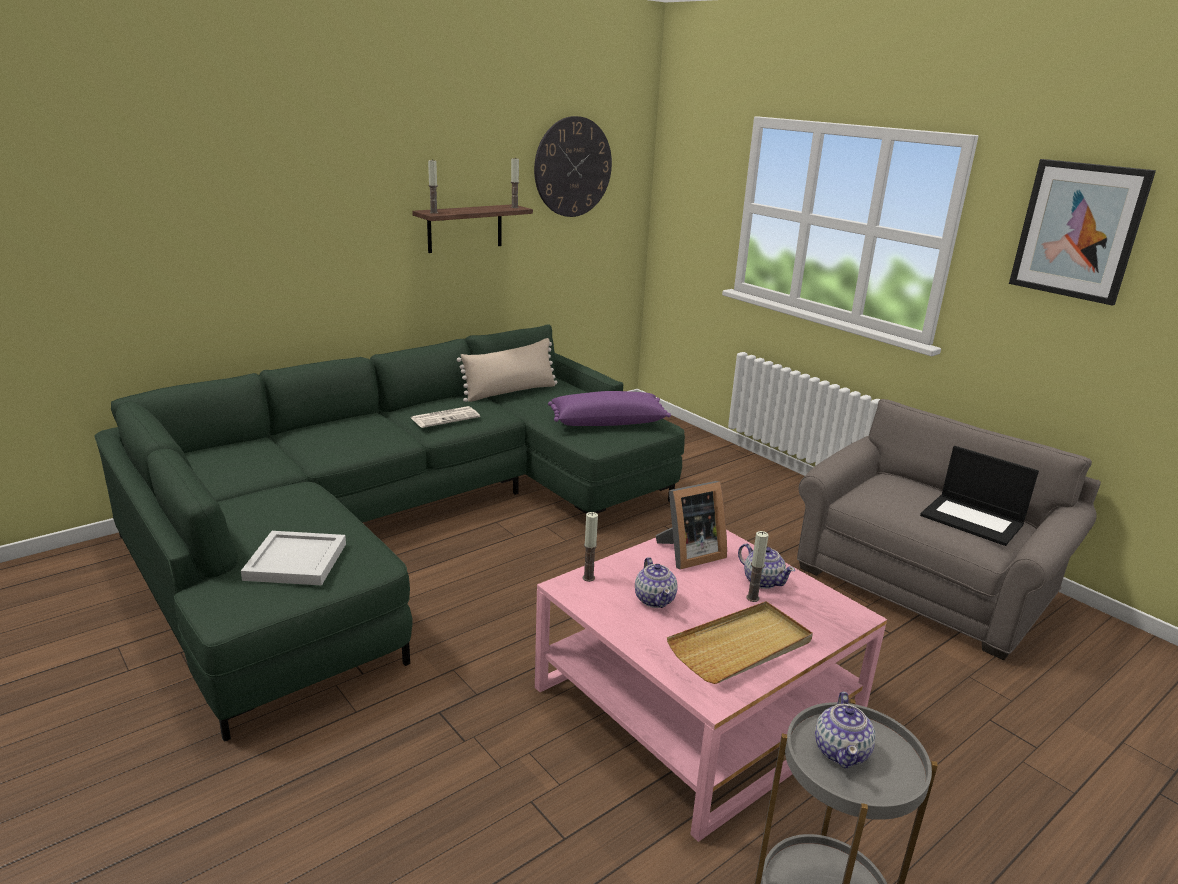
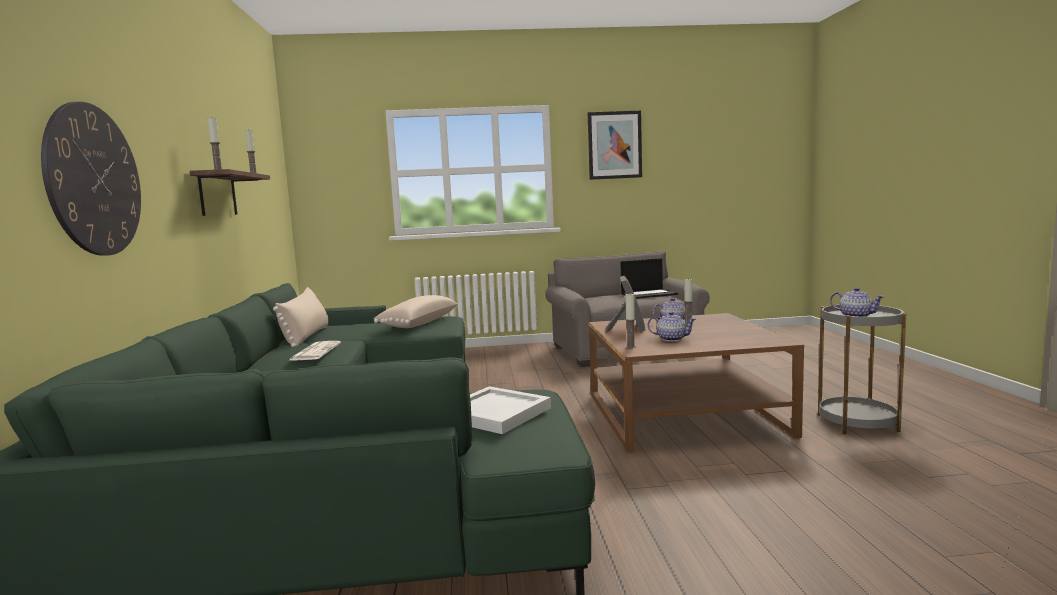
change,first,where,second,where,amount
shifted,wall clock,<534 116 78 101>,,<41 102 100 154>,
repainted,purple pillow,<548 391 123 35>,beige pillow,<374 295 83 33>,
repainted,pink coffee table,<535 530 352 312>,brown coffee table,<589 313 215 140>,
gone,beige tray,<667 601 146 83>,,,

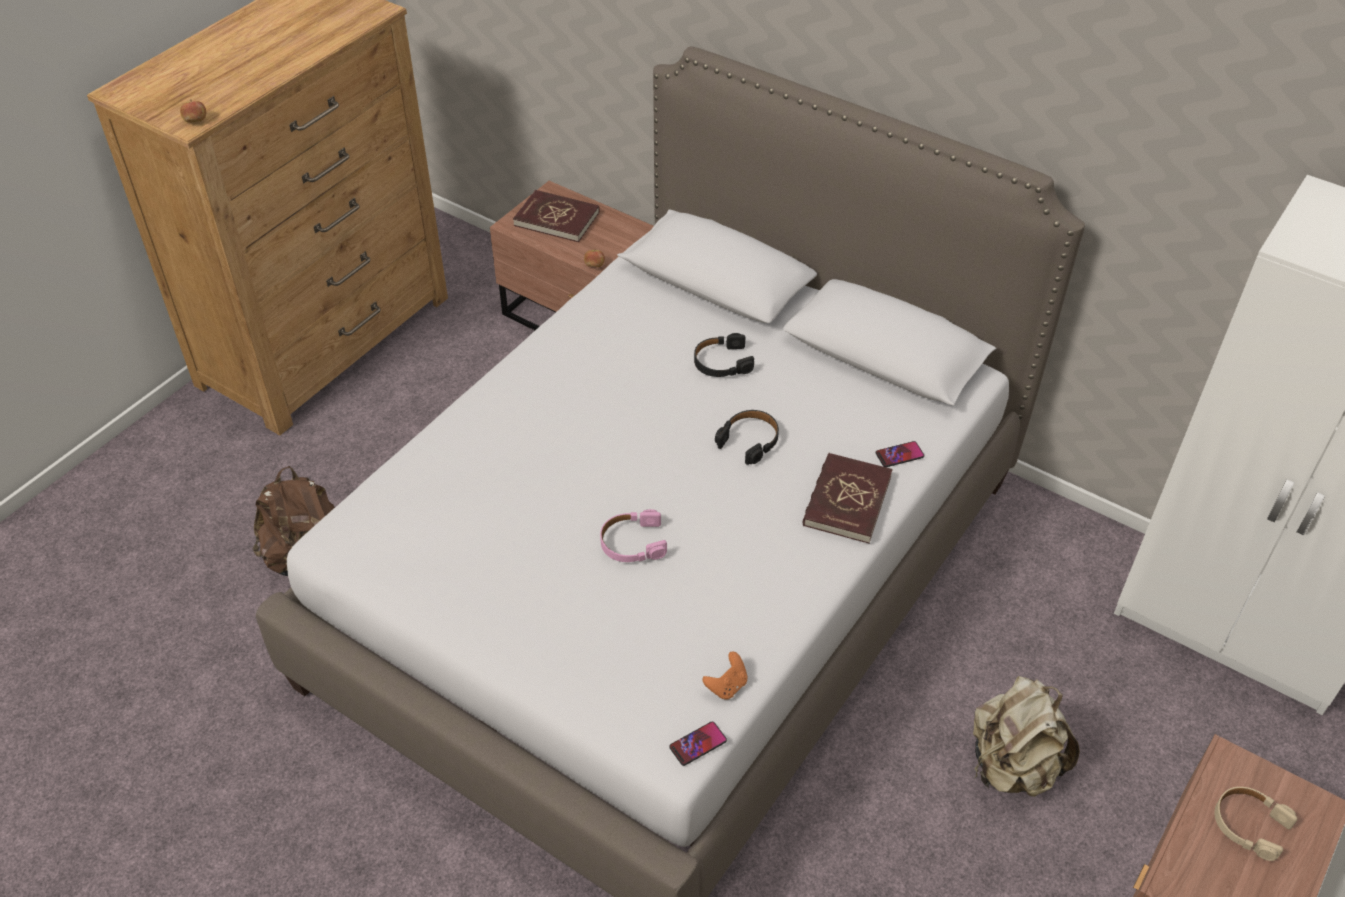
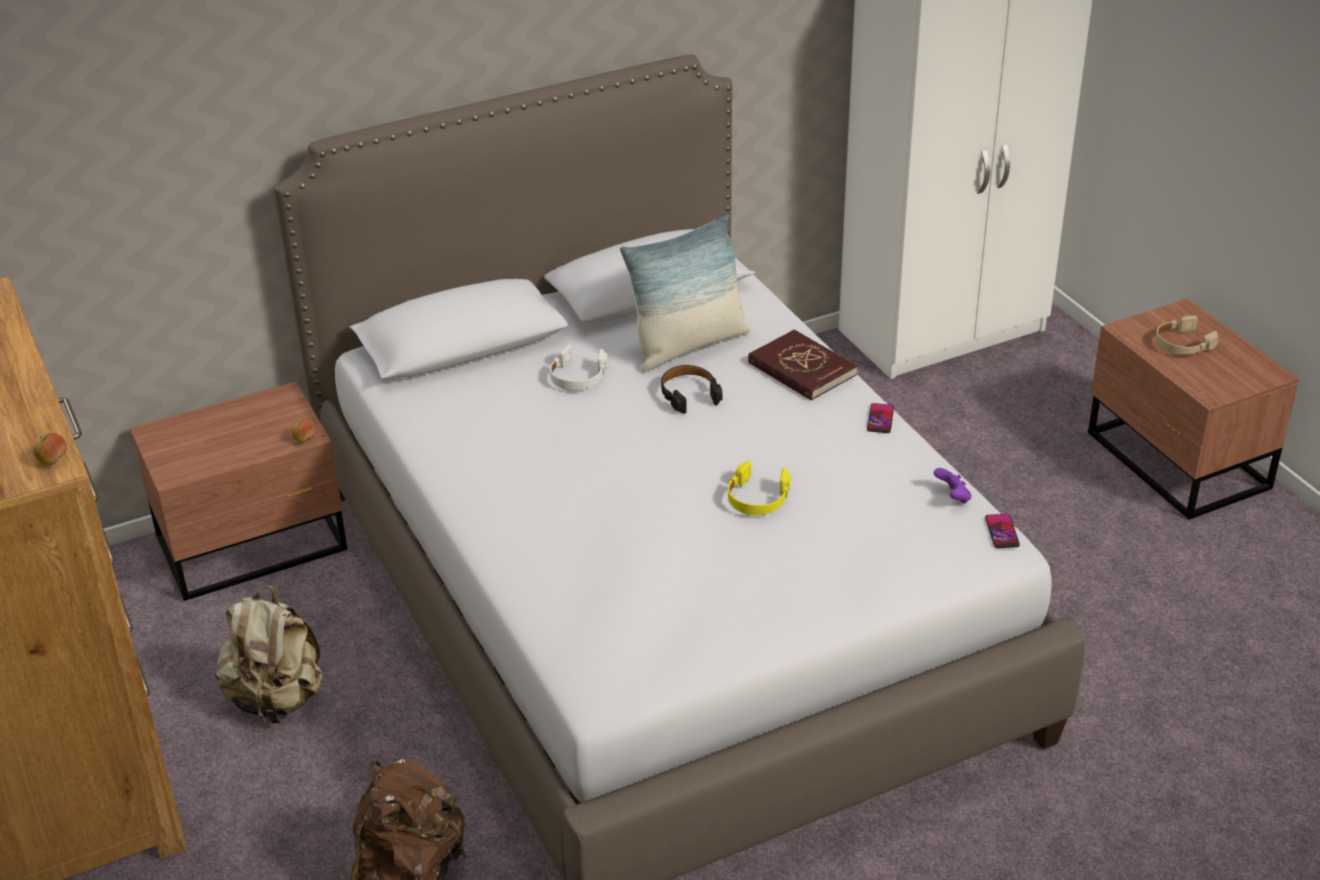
change,first,where,second,where,amount
shifted,beige backpack,<973 676 107 121>,,<215 586 108 138>,
repainted,black headphones,<694 333 60 44>,white headphones,<550 344 58 47>,
new,,,pillow,<620 214 131 158>,
repainted,pink headphones,<600 509 67 53>,yellow headphones,<728 461 63 54>,
shifted,phone,<876 441 48 26>,,<867 403 27 30>,
repainted,orange game controller,<702 651 46 49>,purple game controller,<934 468 38 36>,
gone,red book,<513 190 87 52>,,,

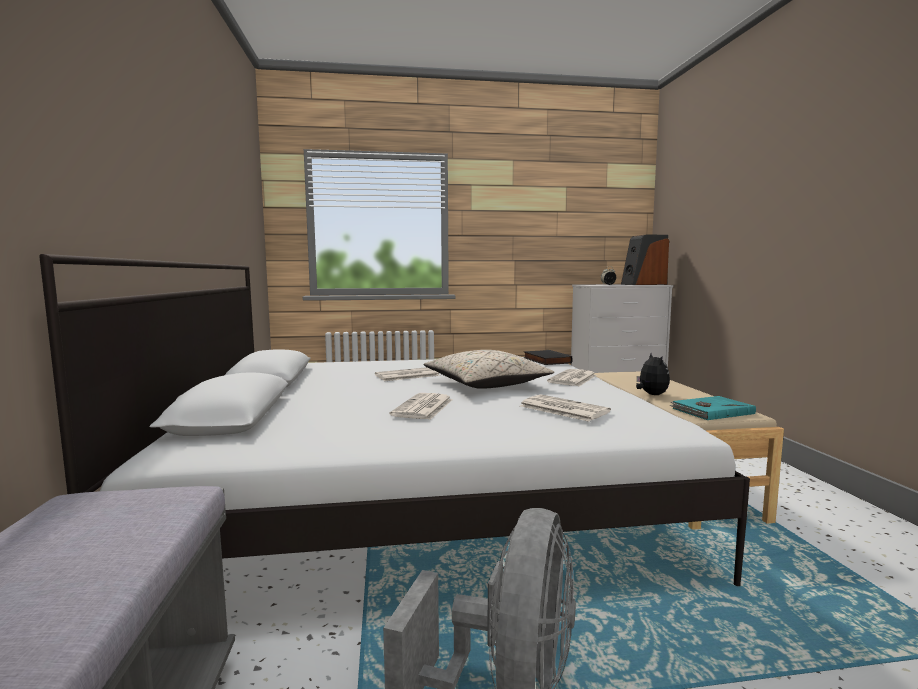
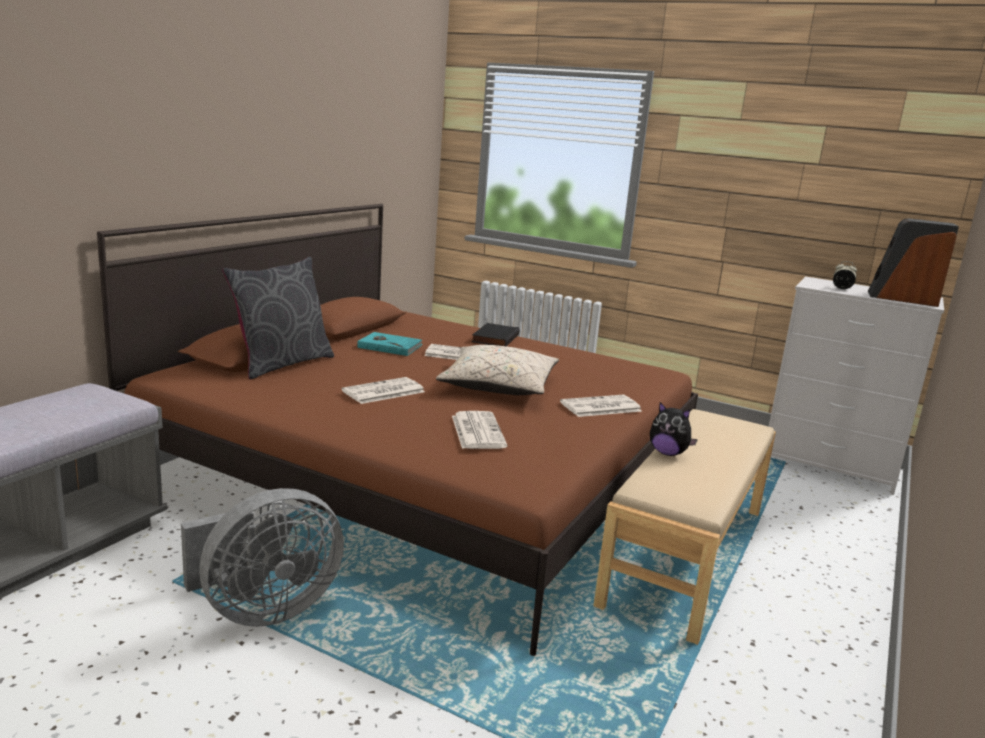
change,first,where,second,where,amount
repainted,white bed,<39 254 711 332>,brown bed,<97 204 601 452>,
new,,,grey pillow,<222 257 112 122>,
shifted,turquoise book,<669 396 87 24>,,<357 332 65 24>,
shifted,black book,<523 350 50 15>,,<471 323 48 23>,
rotated,plush toy,<636 353 34 42>,,<650 402 48 54>,90 degrees clockwise

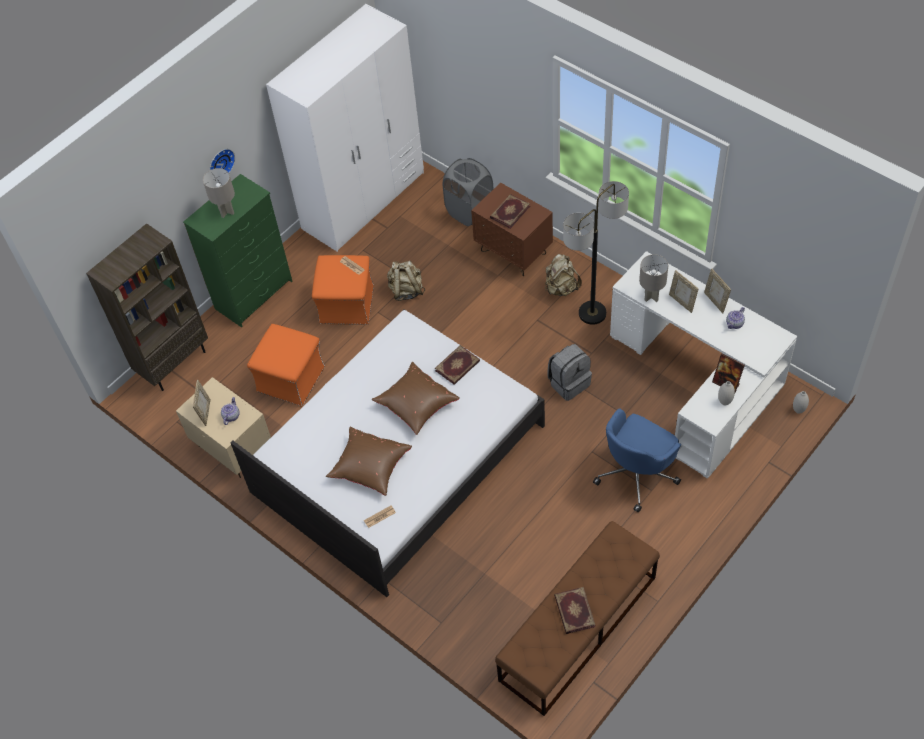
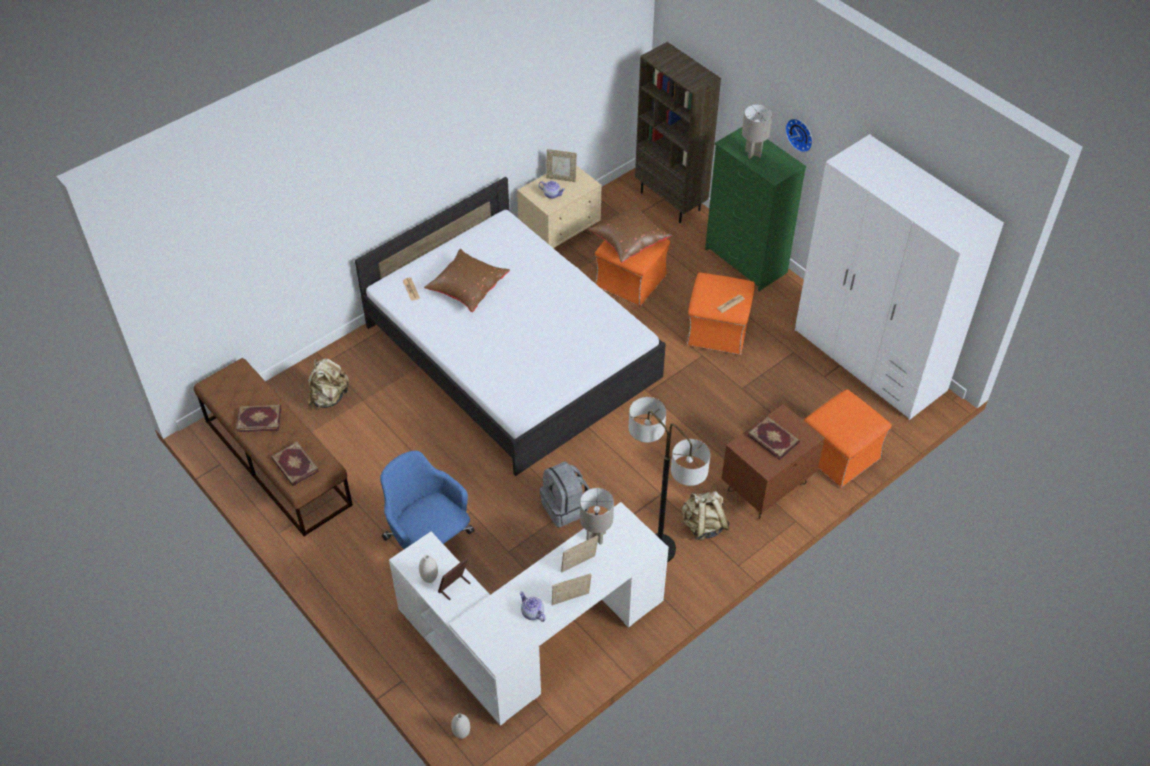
change,first,where,second,where,amount
shifted,book,<435 345 45 40>,,<271 441 48 45>,
shifted,beige backpack,<387 261 38 40>,,<307 358 42 52>,
shifted,brown pillow,<372 362 88 73>,,<588 204 85 59>,
swapped,grey laundry basket,<443 158 51 68>,orange ottoman,<804 389 88 99>,

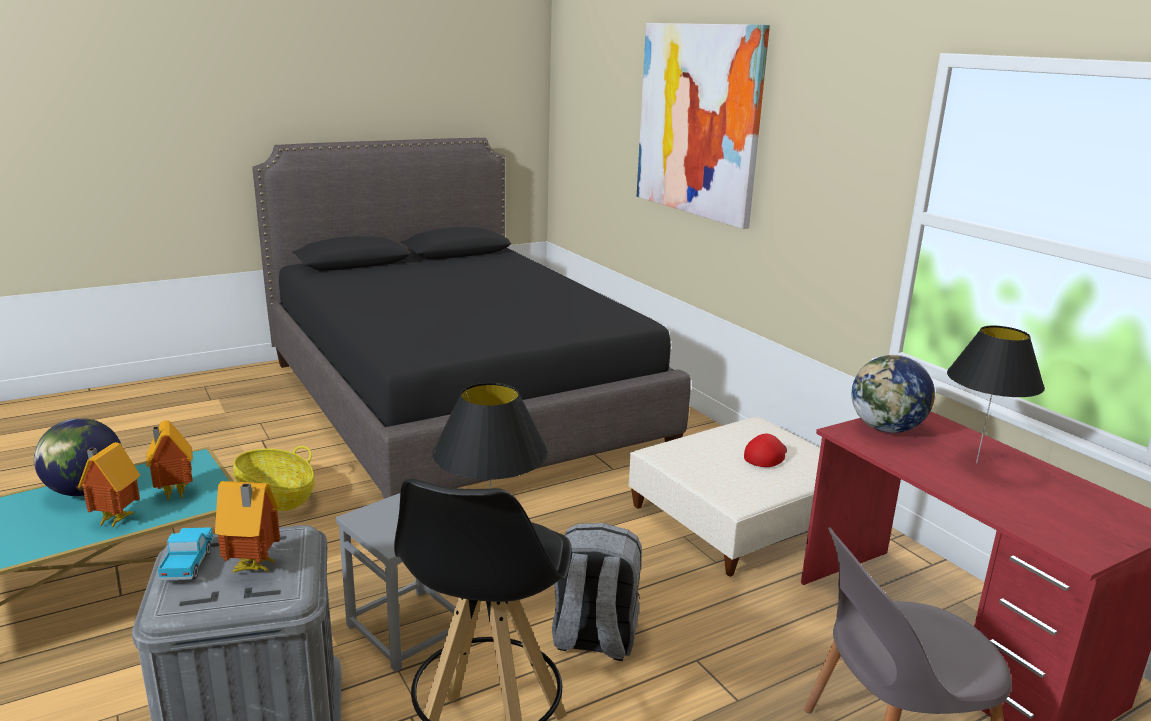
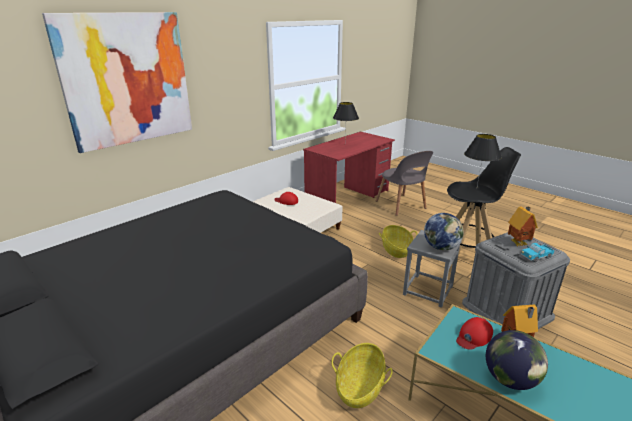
change,first,where,second,where,amount
swapped,grey backpack,<552 523 90 138>,basket,<379 225 39 33>,
shifted,globe,<852 355 83 78>,,<424 213 40 38>,
swapped,toy house,<146 420 47 80>,red cap,<456 317 37 33>,

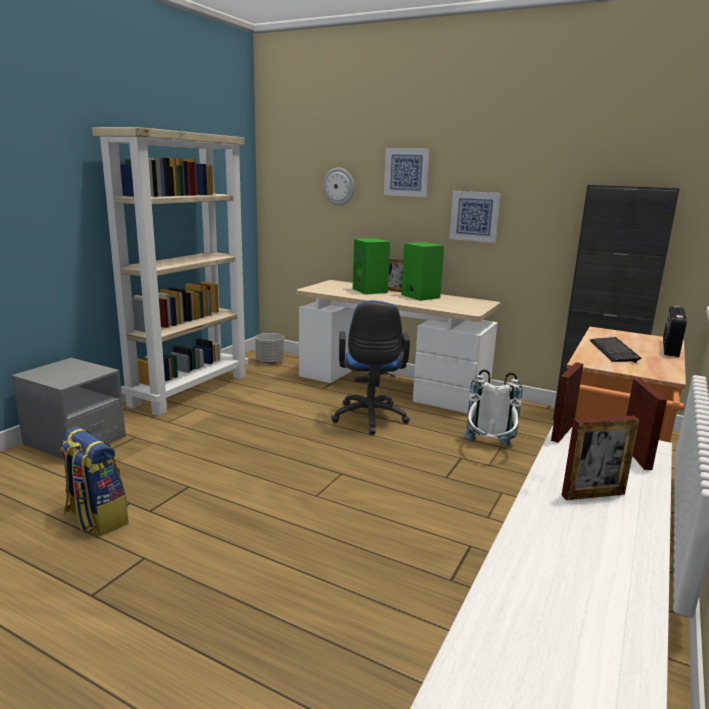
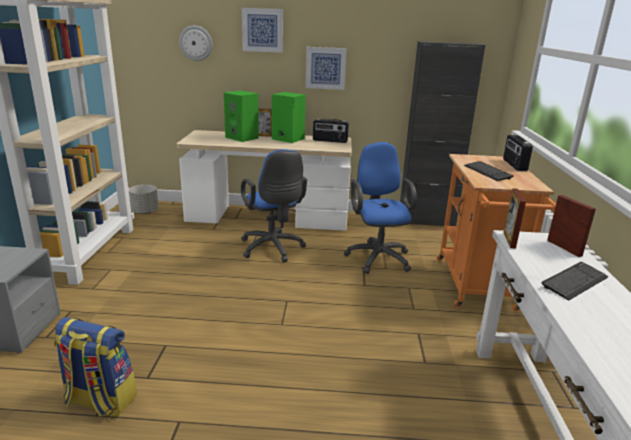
change,first,where,second,where,amount
new,,,radio,<313 119 36 24>,
swapped,white backpack,<463 369 60 78>,blue office chair,<344 142 73 132>,
swapped,picture frame,<562 415 78 85>,keyboard,<542 262 66 39>,

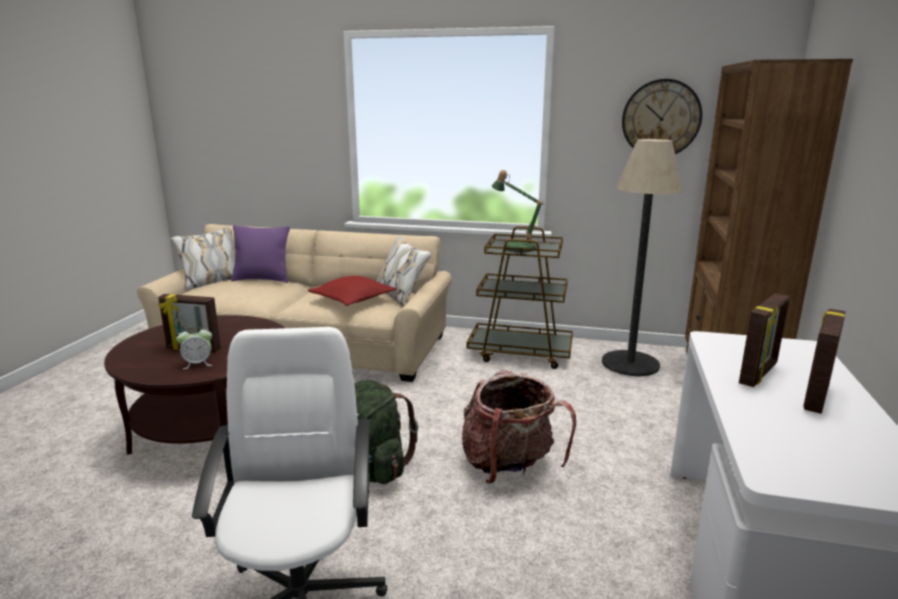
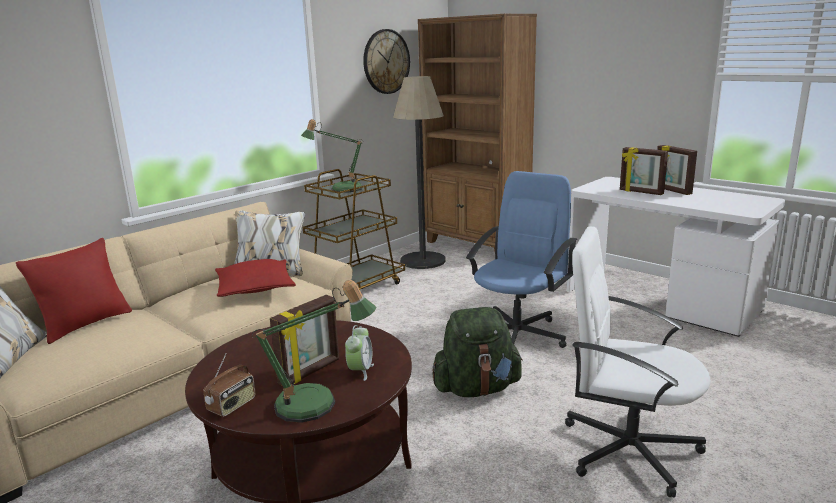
change,first,where,second,where,amount
repainted,purple pillow,<231 225 59 58>,red pillow,<16 238 116 106>,
new,,,radio,<203 353 53 64>,
new,,,table lamp,<252 280 124 143>,
swapped,backpack,<462 370 114 113>,blue office chair,<466 171 111 177>,
rotated,picture frame,<739 293 50 94>,,<620 147 48 48>,150 degrees clockwise

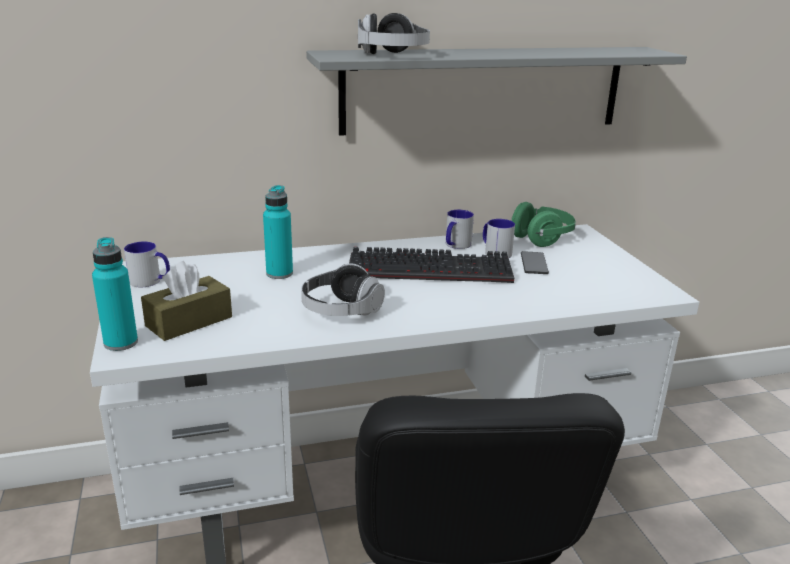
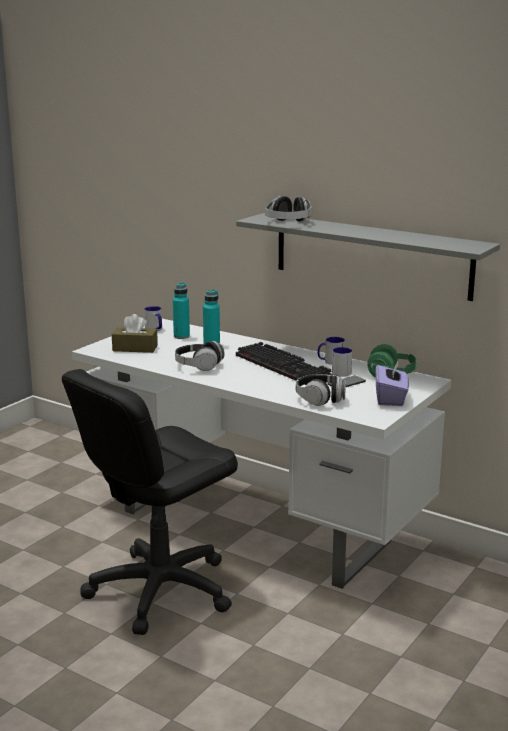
change,first,where,second,where,amount
shifted,turquoise bottle,<92 237 46 114>,,<173 282 17 57>,
new,,,headphones,<296 374 50 32>,
new,,,purple tissue box,<376 359 33 47>,

